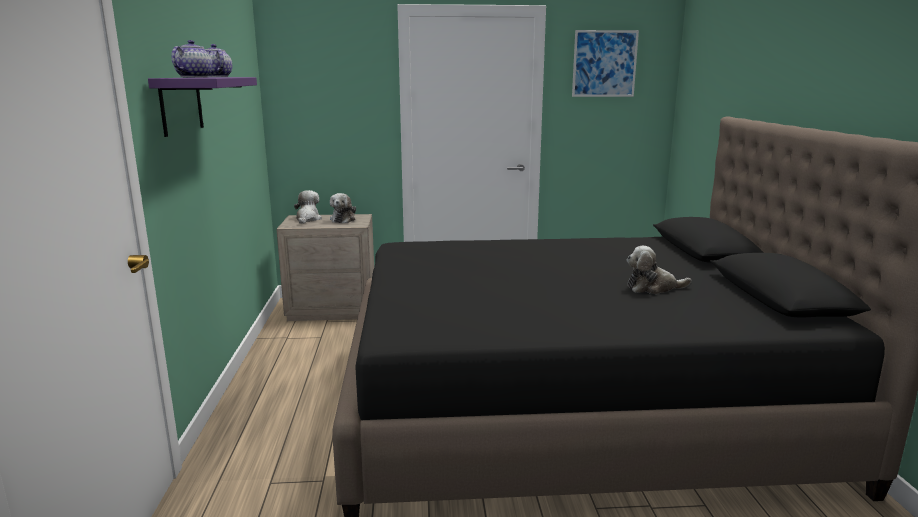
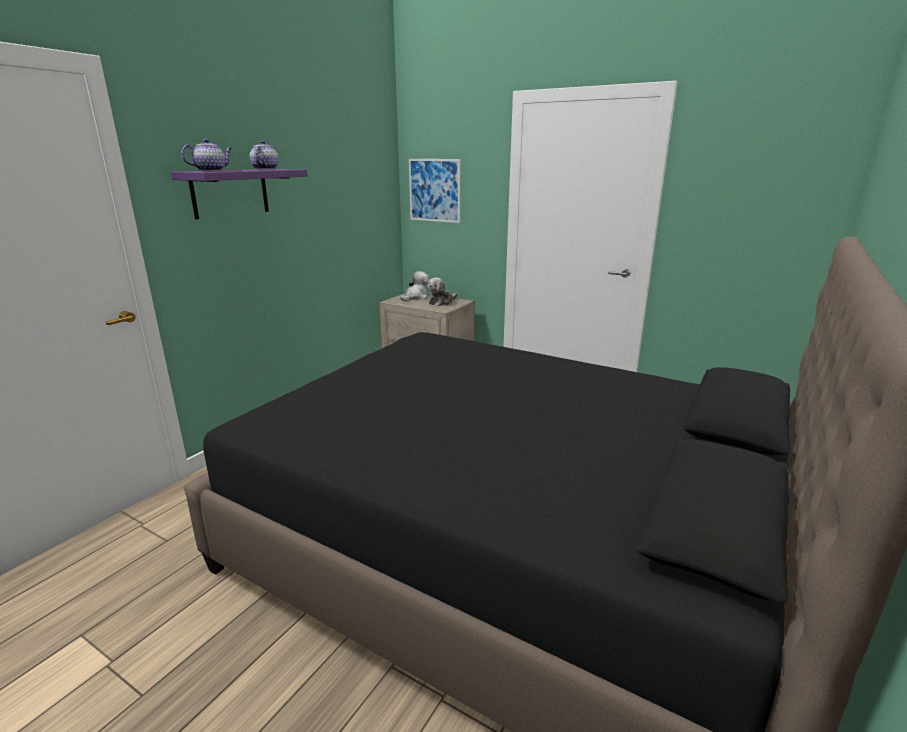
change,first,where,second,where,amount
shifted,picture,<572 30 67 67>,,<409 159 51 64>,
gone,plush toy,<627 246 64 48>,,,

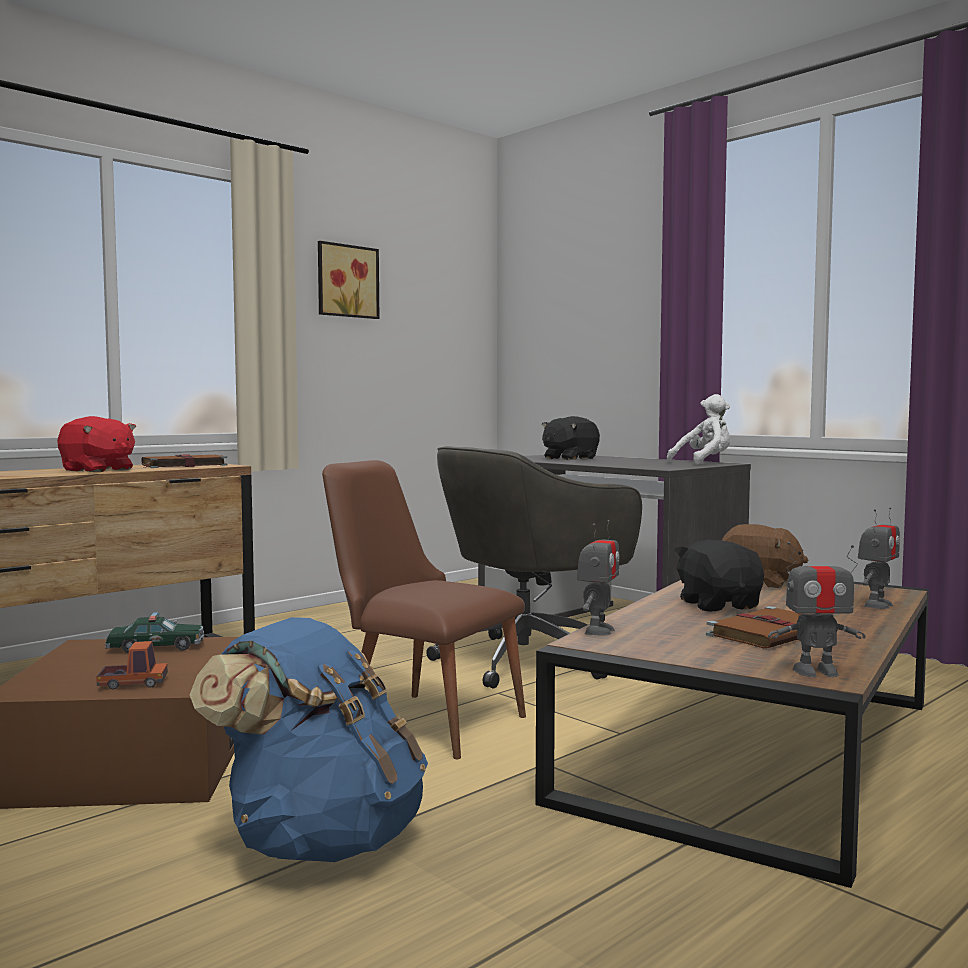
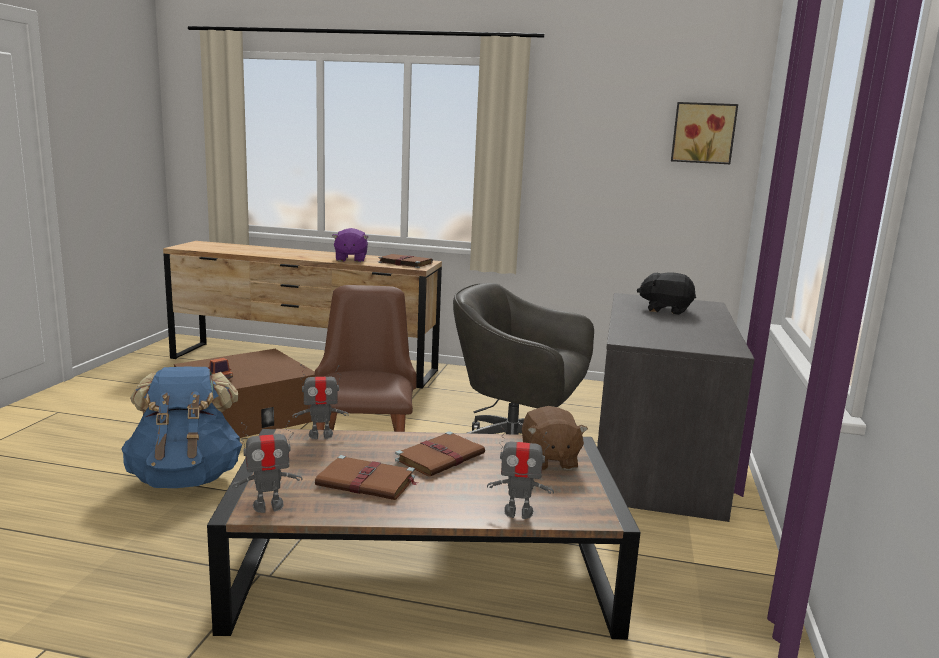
change,first,where,second,where,amount
rotated,toy robot,<768 542 98 136>,,<232 420 71 93>,75 degrees counterclockwise
repainted,red plush toy,<57 416 79 56>,purple plush toy,<332 228 36 34>,
swapped,black plush toy,<674 539 90 73>,brown book,<395 431 90 45>,
shifted,picture,<318 241 61 78>,,<671 102 67 62>,
gone,toy car,<105 612 99 41>,,,
gone,white plush toy,<667 394 63 71>,,,

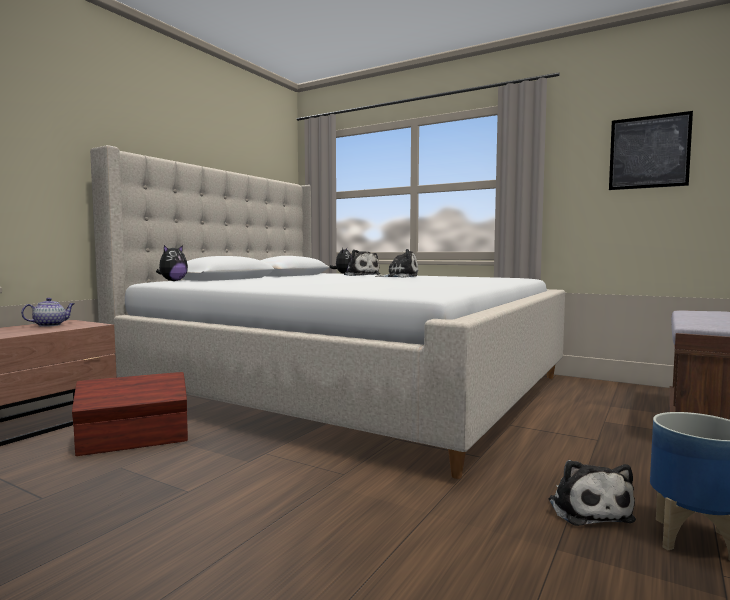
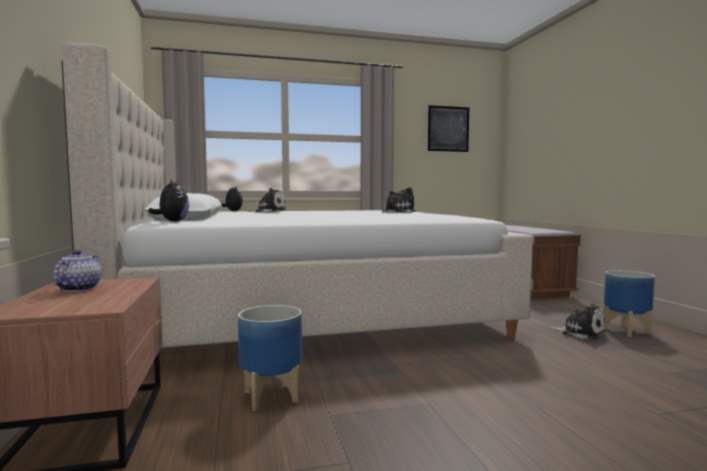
change,first,where,second,where,amount
swapped,brown storage box,<72 372 116 84>,planter,<238 305 64 106>,
shifted,plush toy,<375 249 43 29>,,<382 187 34 26>,

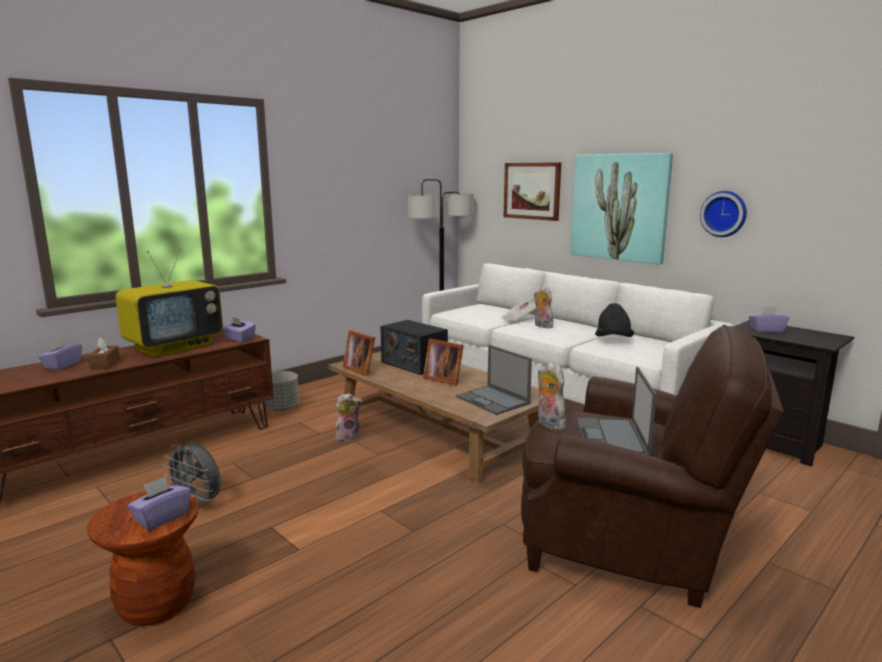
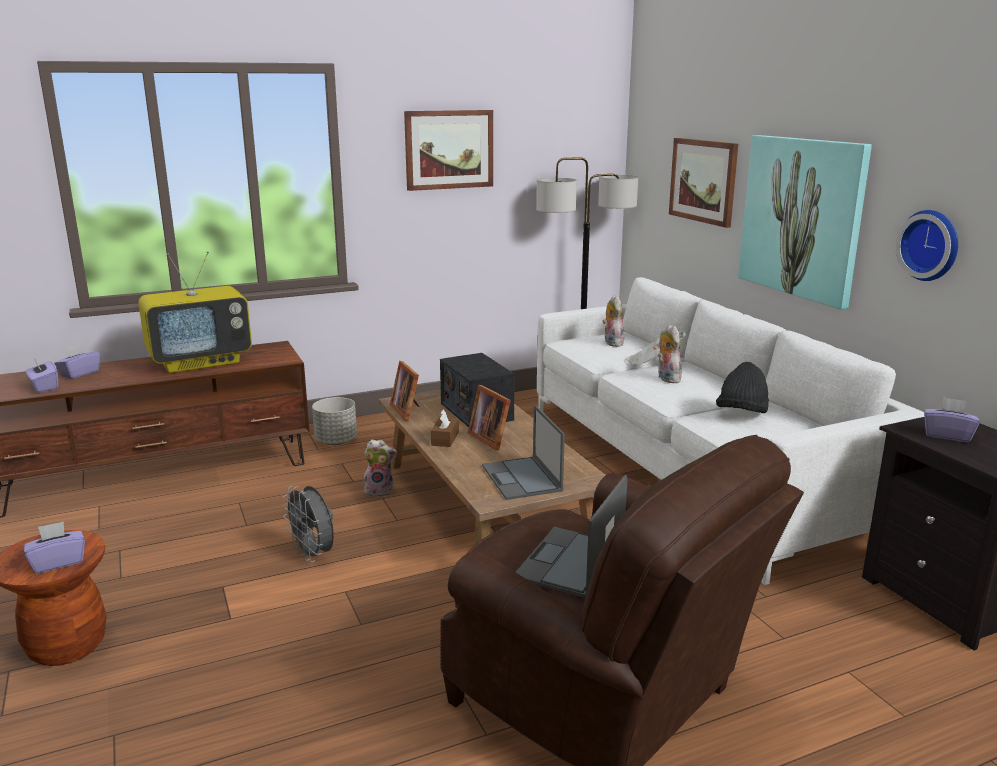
change,first,where,second,where,amount
shifted,purple tissue box,<223 317 33 25>,,<26 359 32 34>,
shifted,grey fan,<163 442 58 68>,,<282 486 52 76>,
new,,,picture,<404 110 89 81>,
shifted,brown tissue box,<88 337 32 33>,,<431 409 28 38>,
shifted,plush toy,<537 362 33 68>,,<603 295 21 52>,

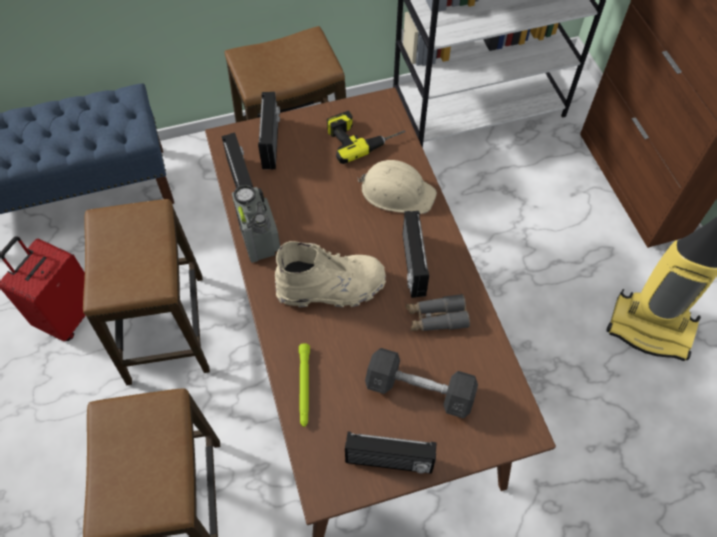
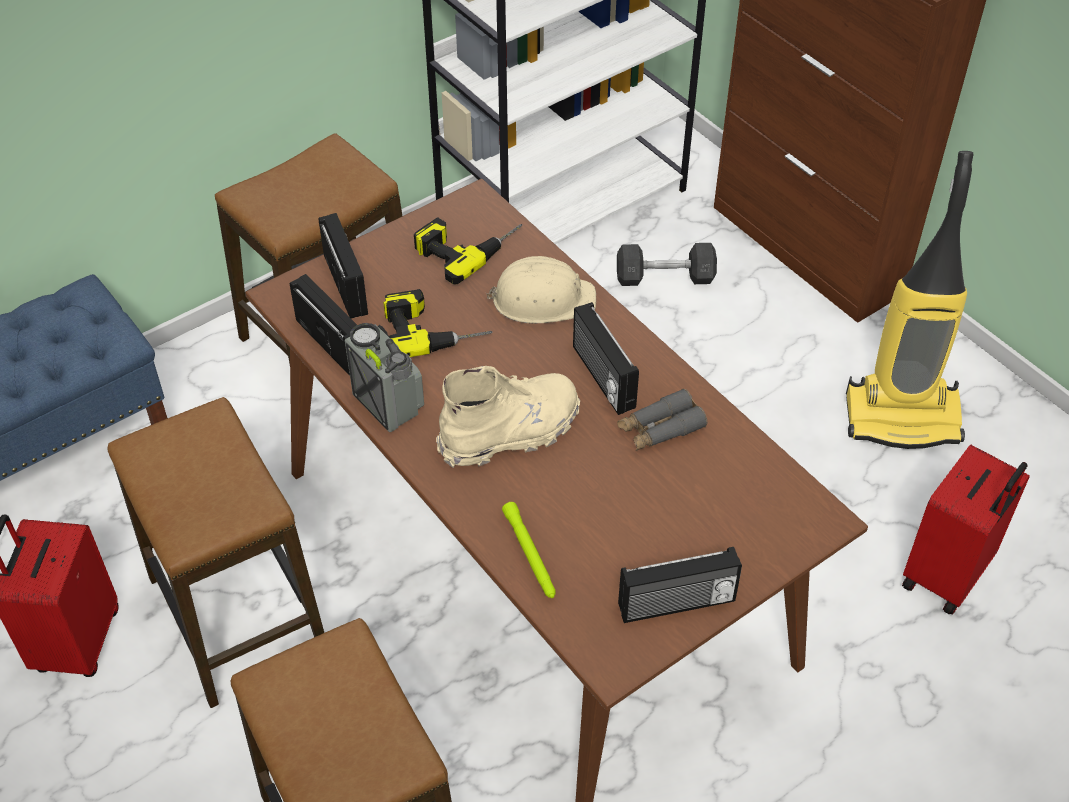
change,first,where,second,where,amount
new,,,power drill,<383 289 109 68>,
shifted,grey dumbbell,<365 348 113 71>,,<617 243 100 43>,
new,,,red suitcase,<902 445 128 170>,

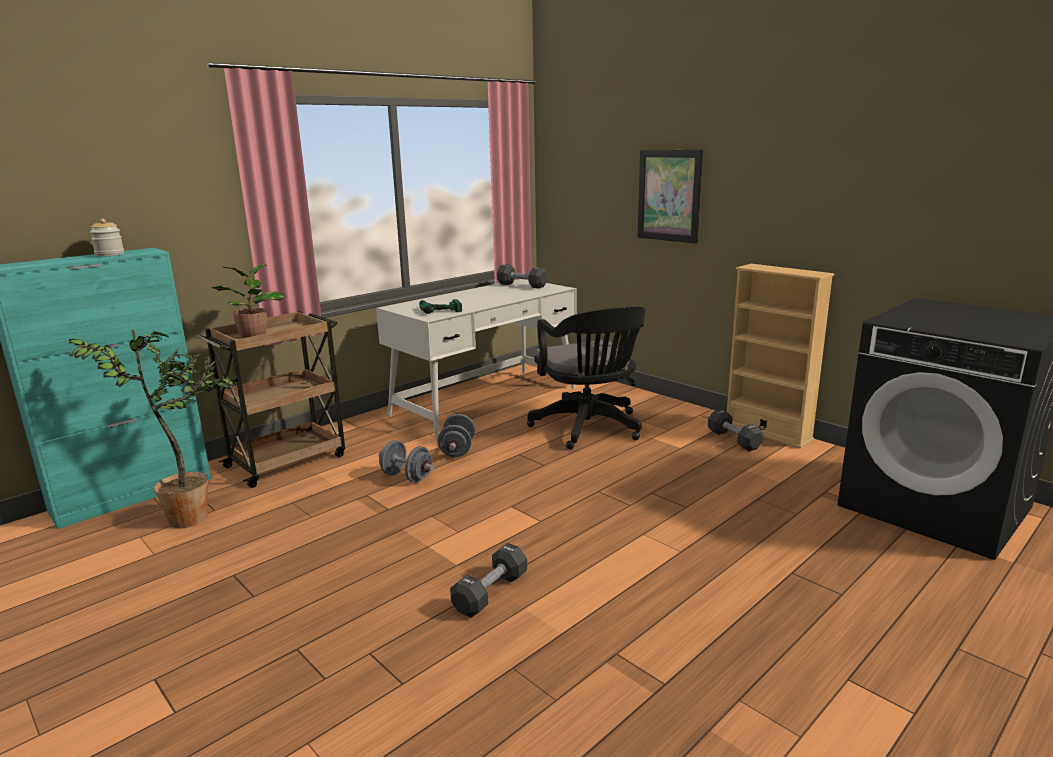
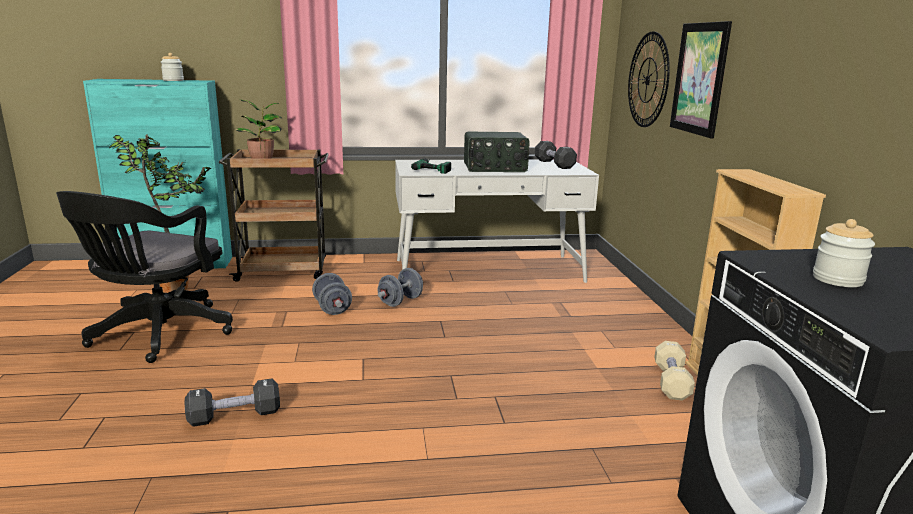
change,first,where,second,where,amount
shifted,black office chair,<527 306 118 143>,,<56 191 177 172>,
new,,,radio,<464 132 66 40>,
new,,,wall clock,<628 31 42 96>,
repainted,black dumbbell,<708 409 56 42>,beige dumbbell,<654 341 41 60>,
new,,,jar,<813 219 62 68>,

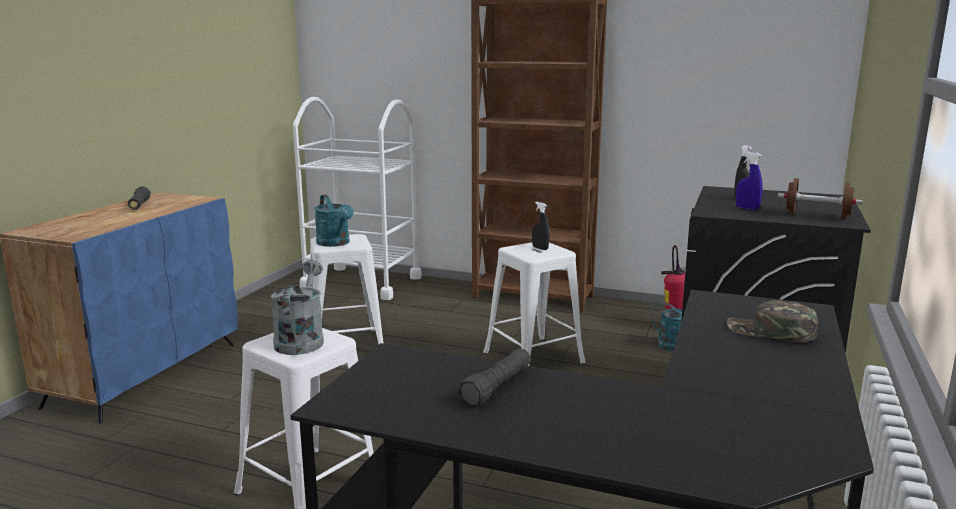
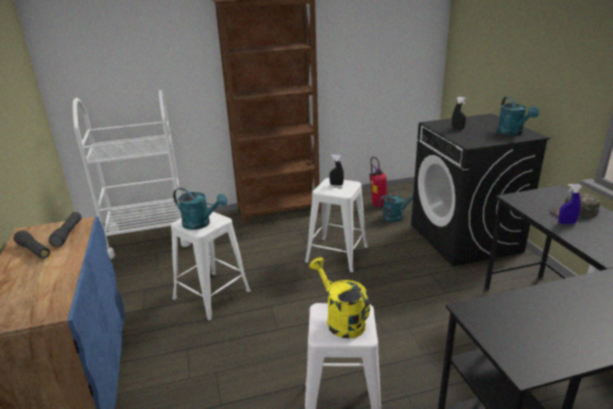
change,first,where,second,where,amount
shifted,black flashlight,<458 349 73 57>,,<49 212 33 35>,
repainted,grey watering can,<271 260 53 95>,yellow watering can,<310 257 60 81>,
swapped,brown dumbbell,<778 178 85 41>,turquoise watering can,<497 96 42 40>,
shifted,blue spray bottle,<736 151 27 59>,,<558 184 24 40>,

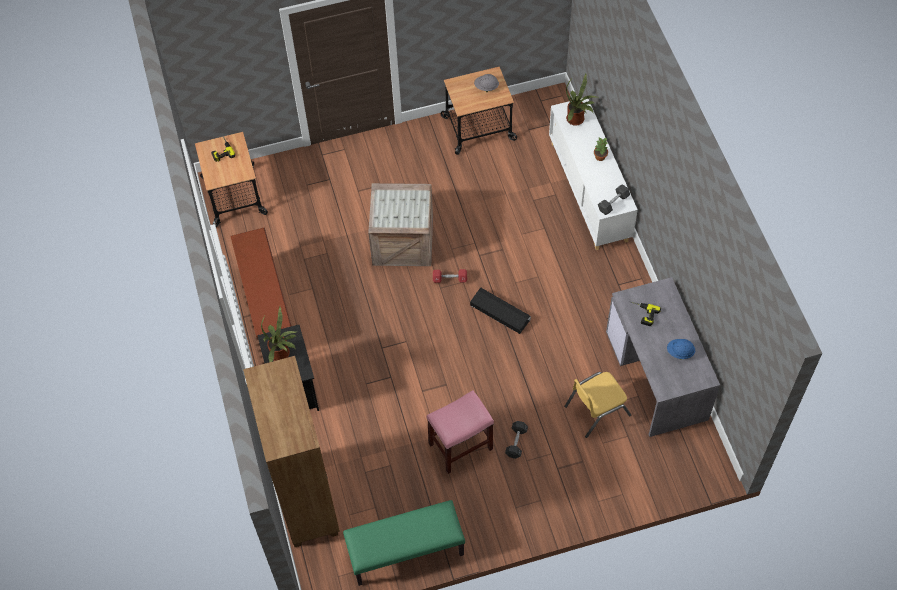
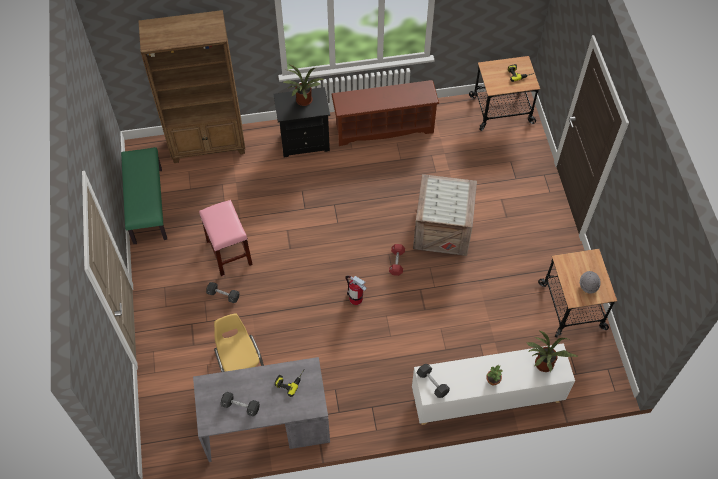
change,first,where,second,where,amount
swapped,blue hard hat,<667 339 28 21>,black dumbbell,<221 392 39 24>,
swapped,black storage box,<470 288 61 46>,fire extinguisher,<345 275 22 30>,

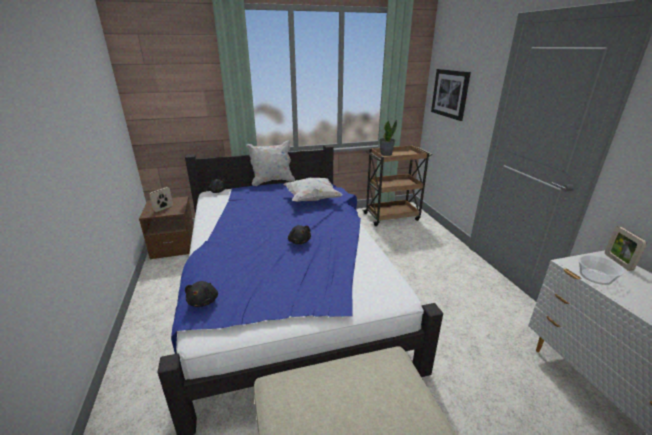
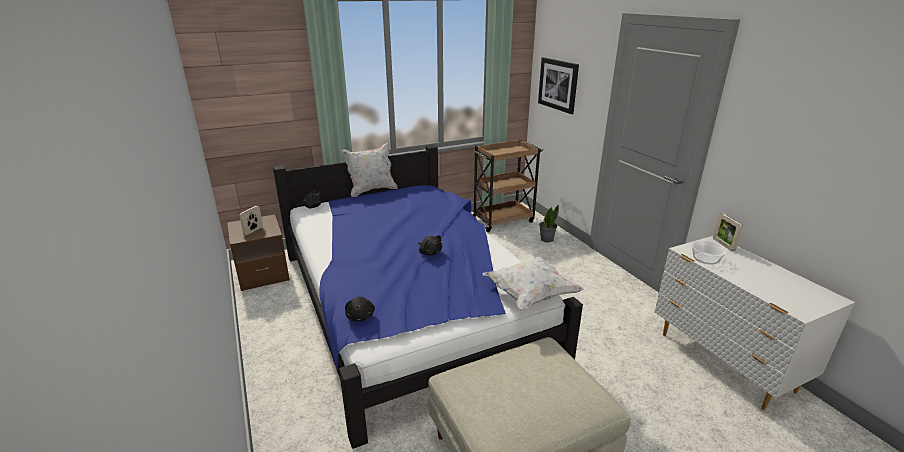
change,first,where,second,where,amount
shifted,white pillow,<283 178 60 24>,,<483 256 101 53>,
shifted,potted plant,<379 120 18 36>,,<539 204 20 38>,

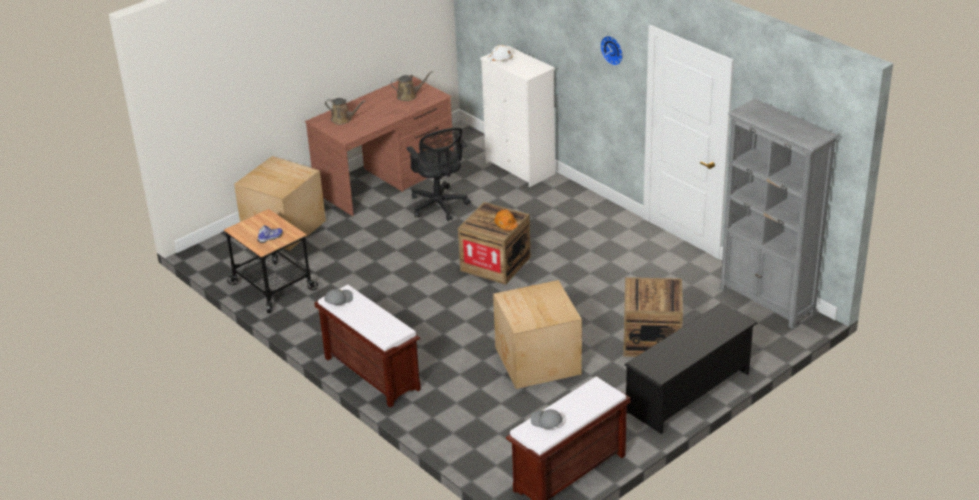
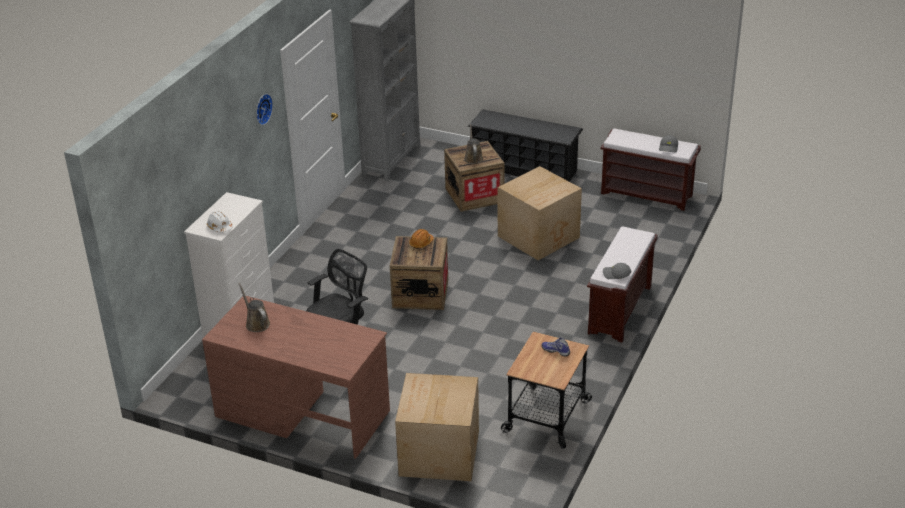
change,first,where,second,where,amount
shifted,brown watering can,<325 98 41 27>,,<464 124 19 40>,

